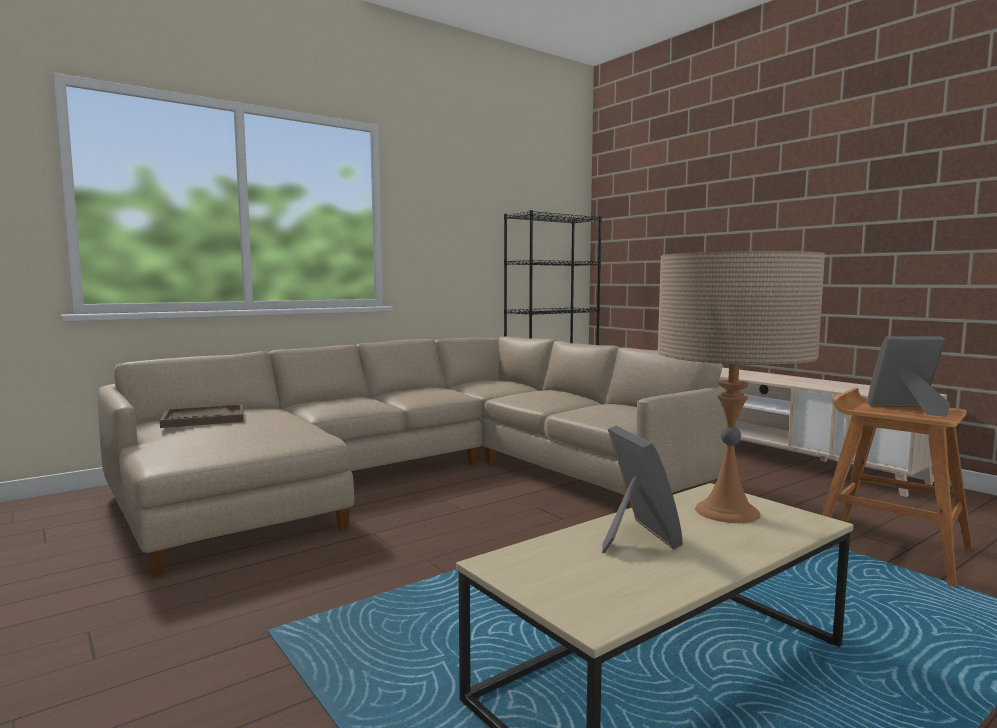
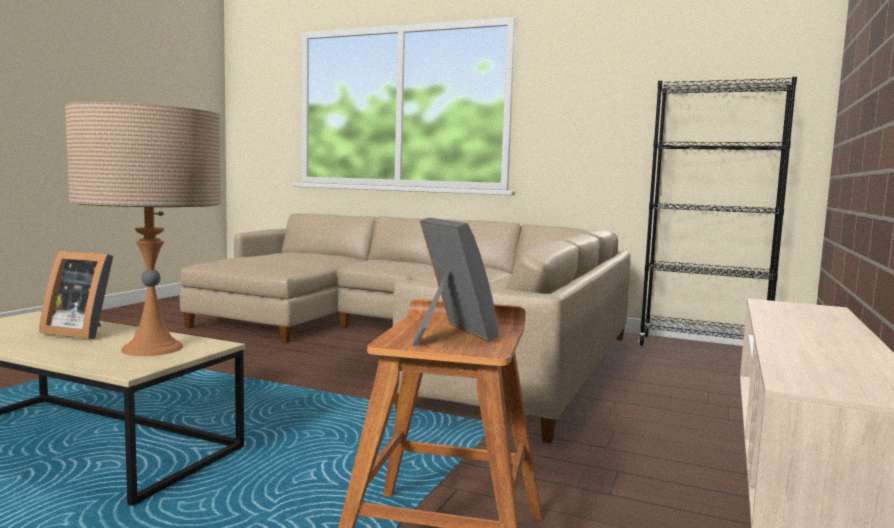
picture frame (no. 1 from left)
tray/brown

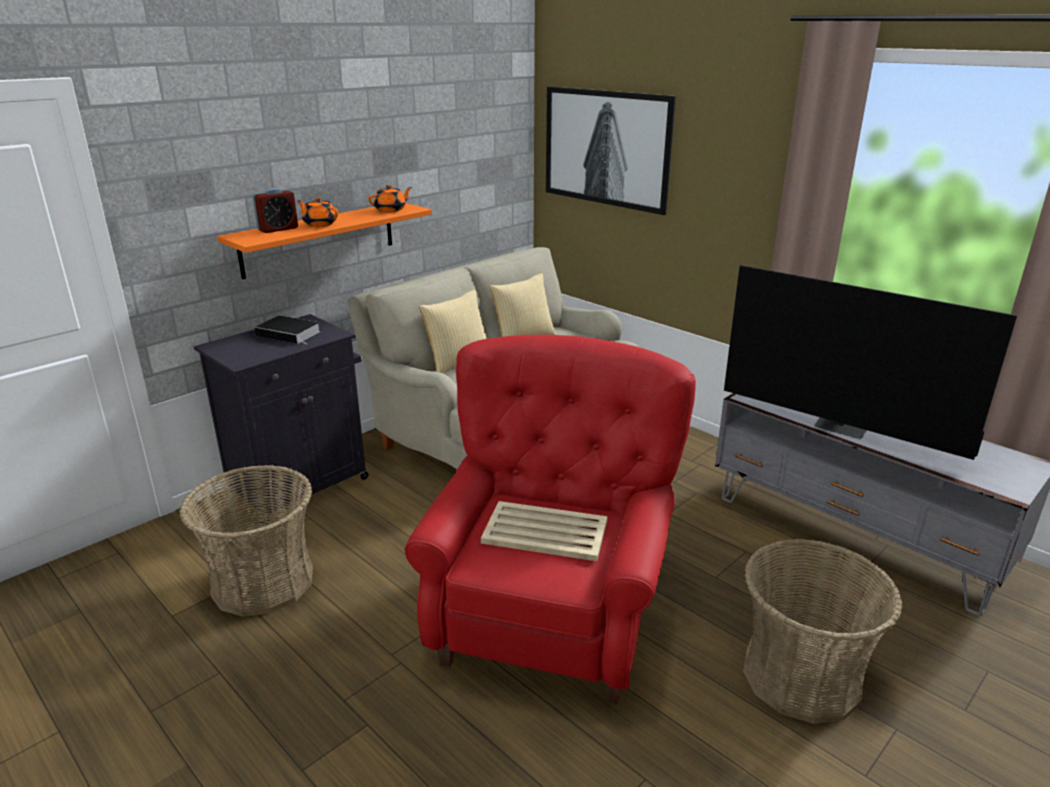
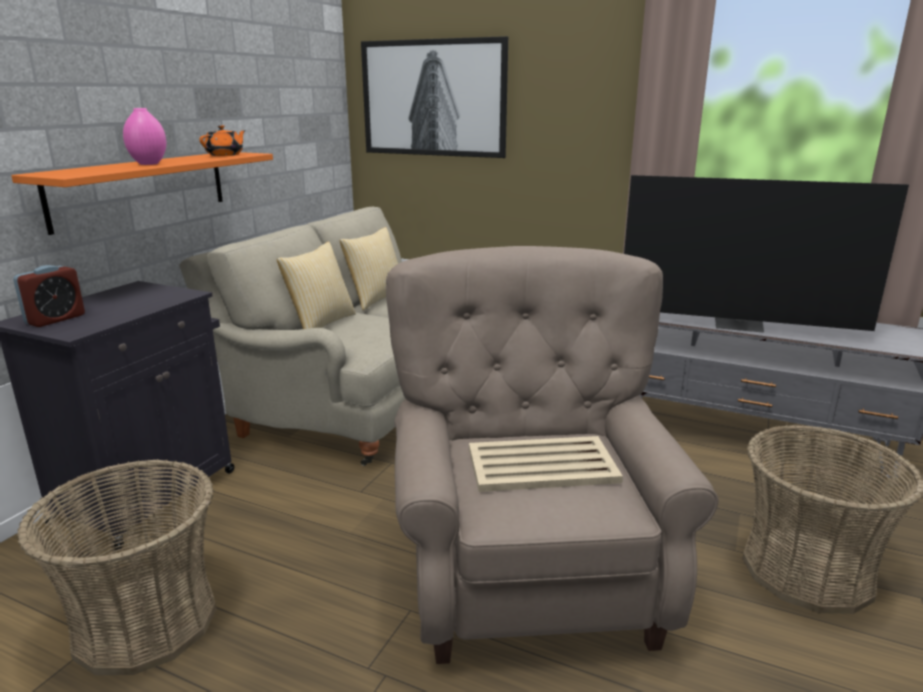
alarm clock
vase/pink
armchair/beige
book

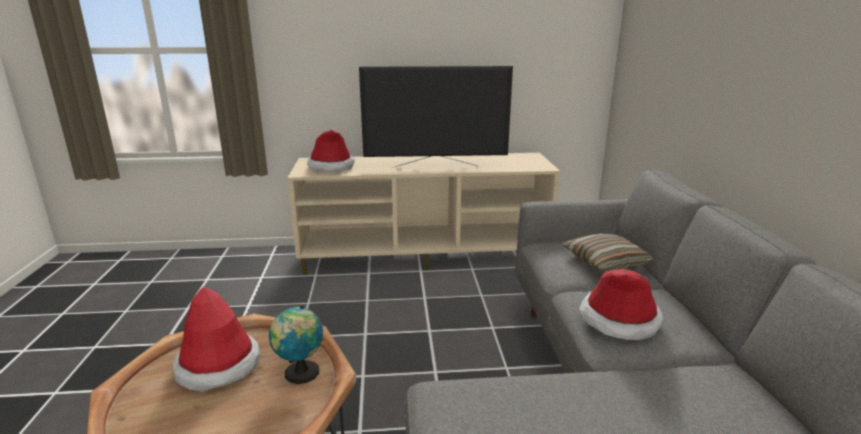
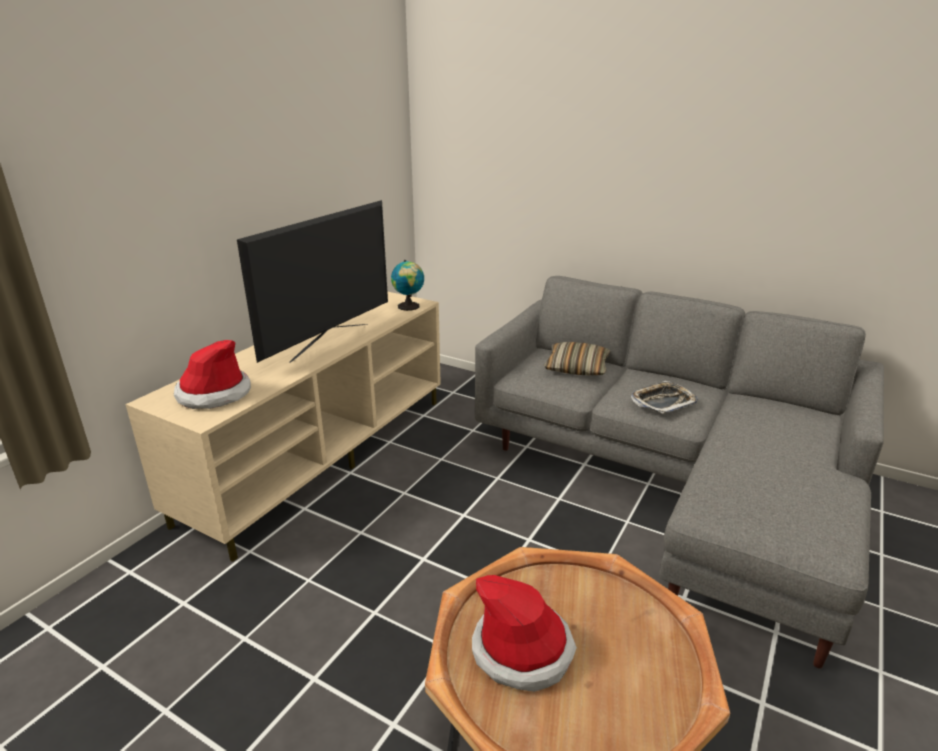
globe
tray

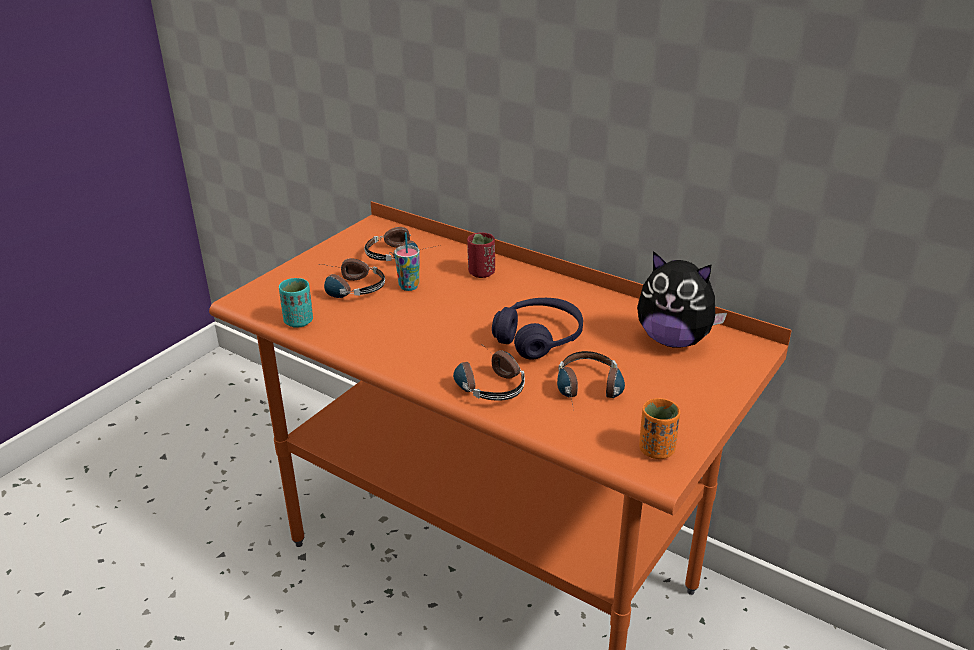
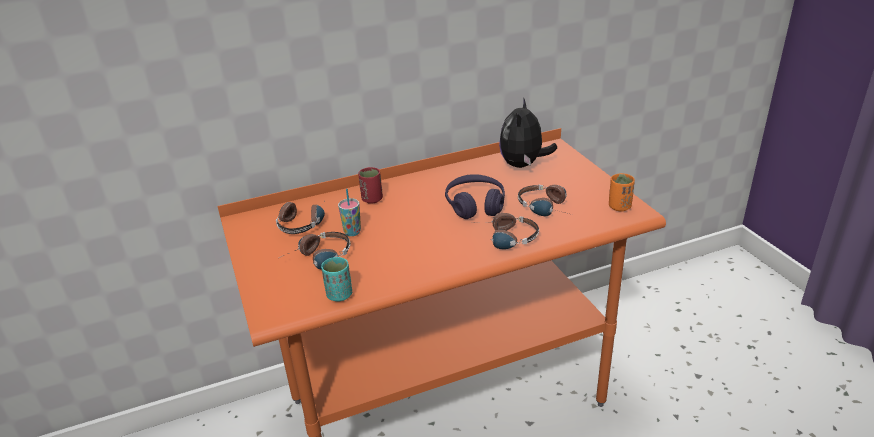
plush toy

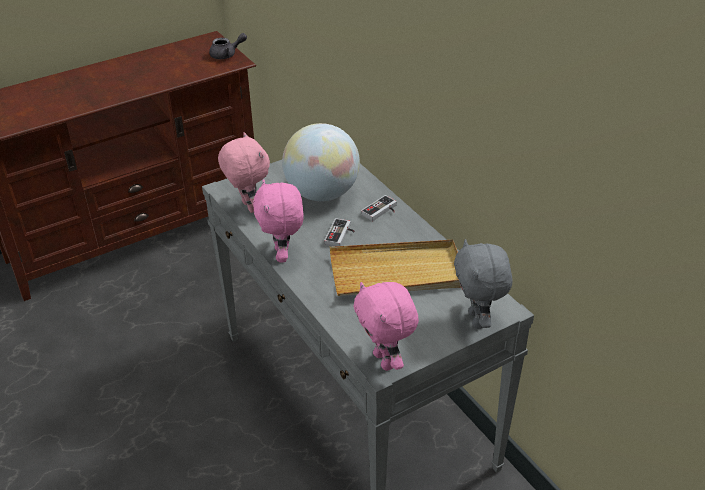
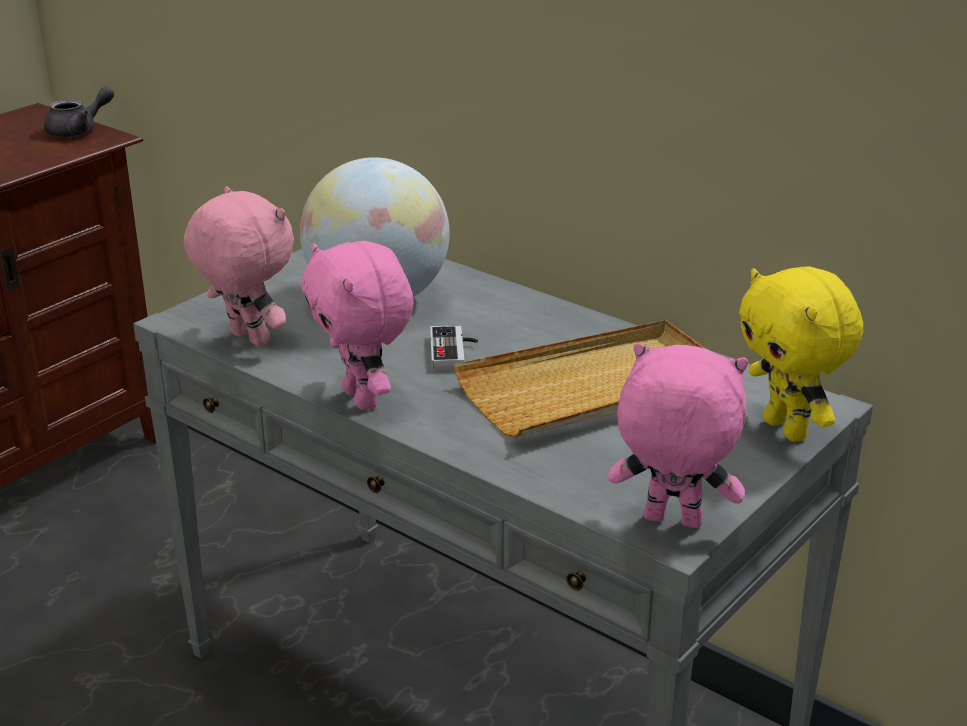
plush toy/pink (no. 3 from left)
plush toy/yellow
game controller (no. 2 from left in the first image)

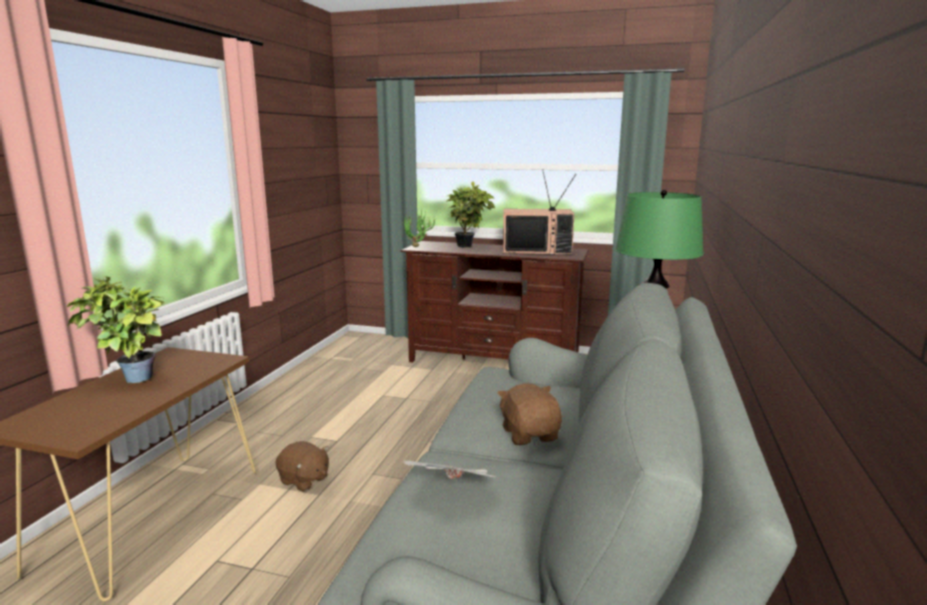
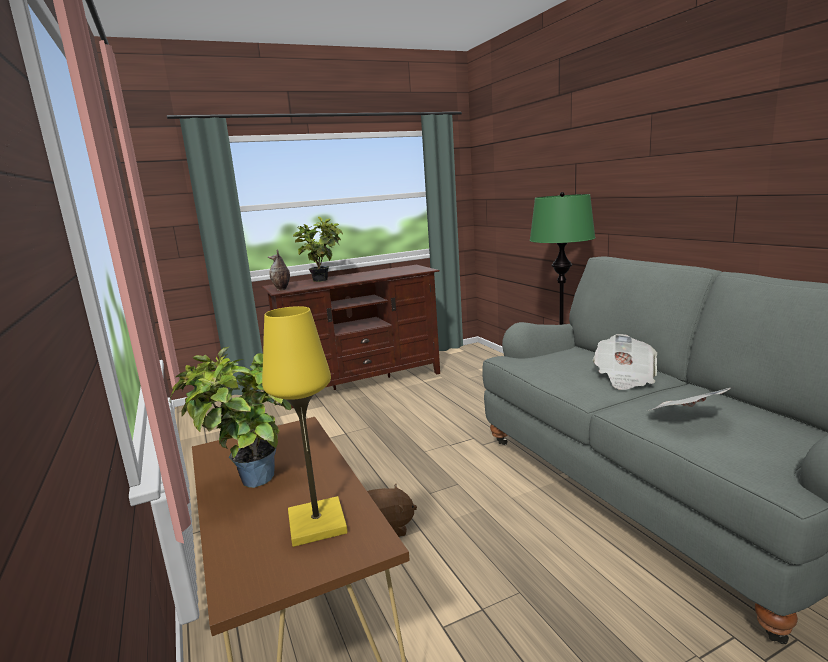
table lamp/yellow
vase
newspaper (no. 1 from left)
television

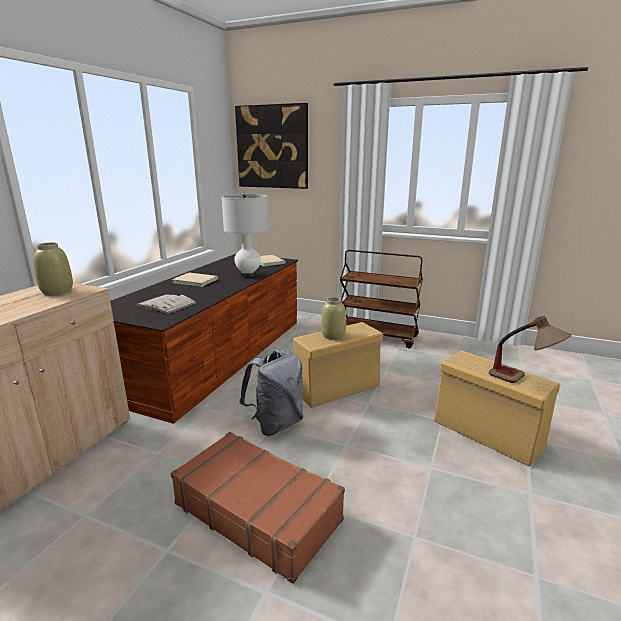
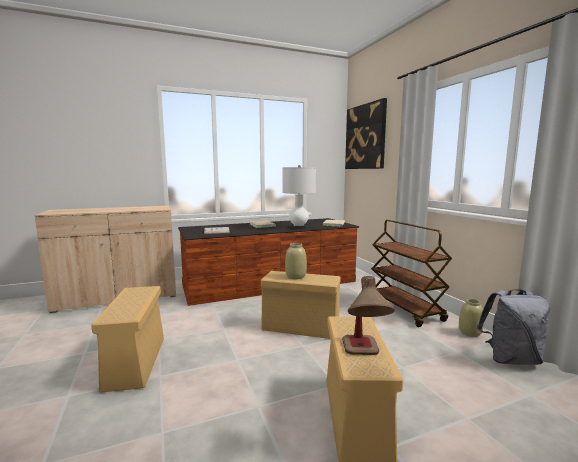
storage box/beige (no. 1 from left)
vase/beige (no. 2 from left)
backpack/grey

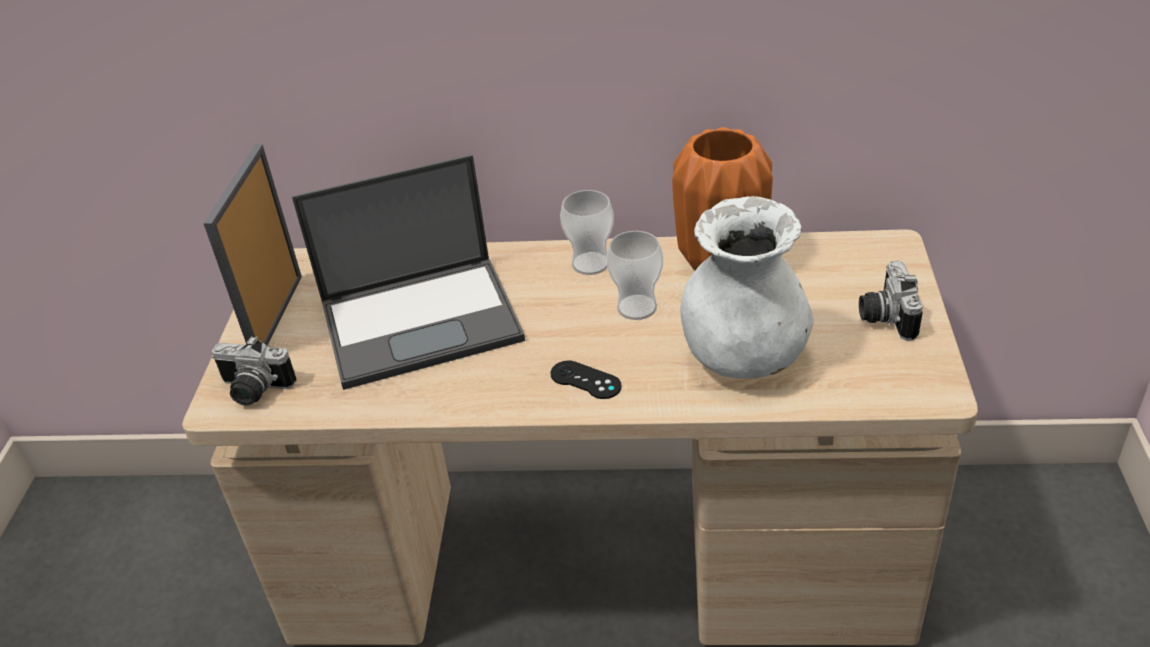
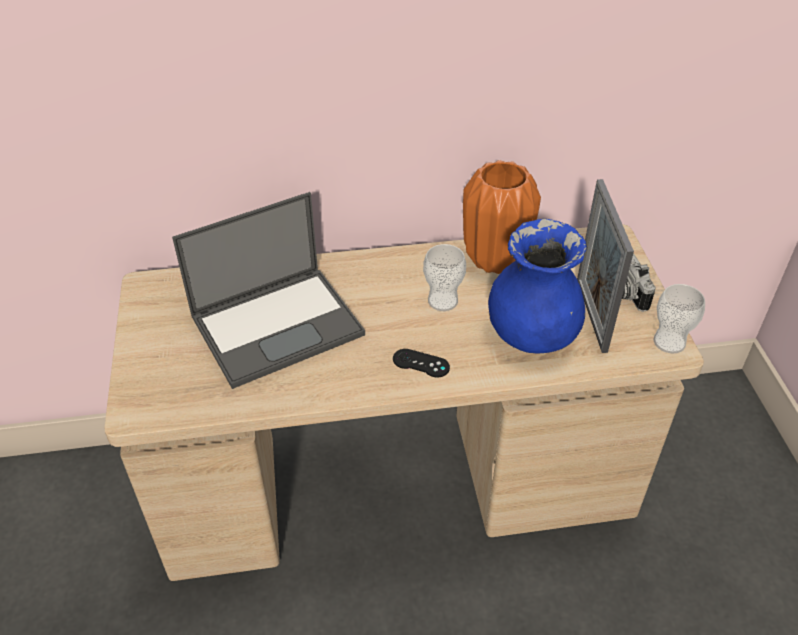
vase/blue
picture frame
cup (no. 2 from left)
photo camera (no. 1 from left in the first image)

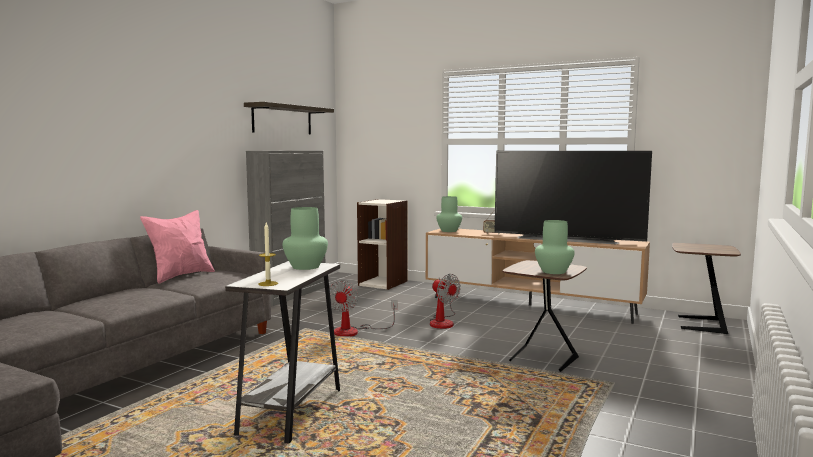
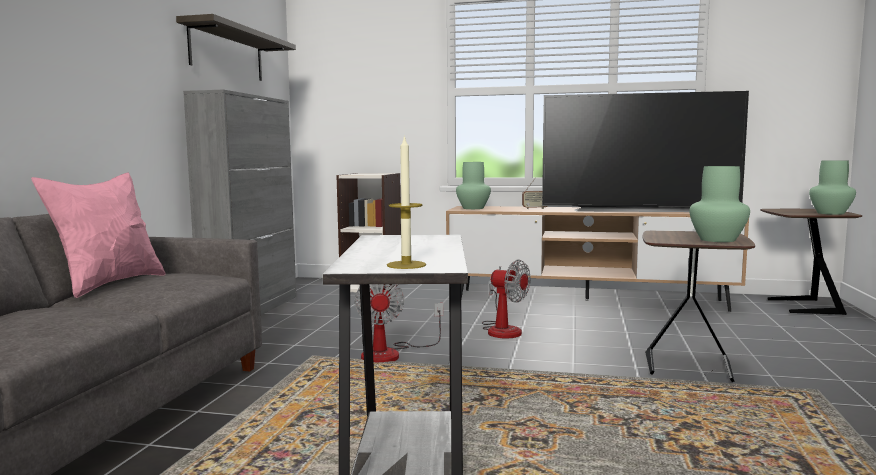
vase/green (no. 3 from left)

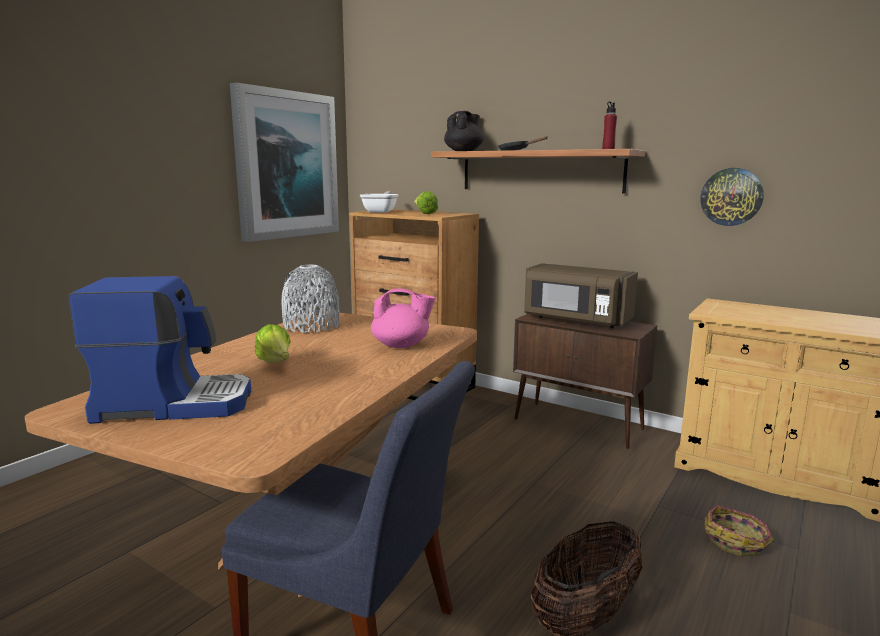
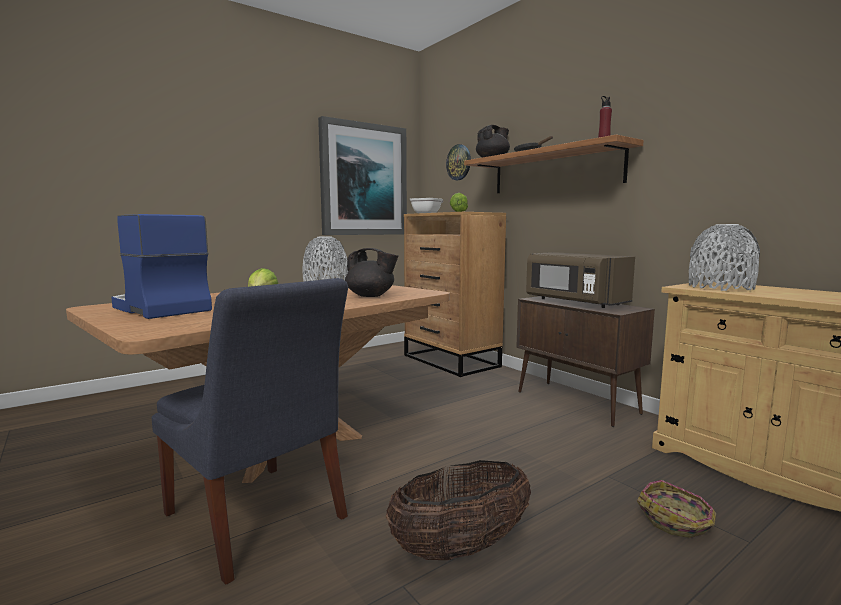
coffee machine
teapot/black (no. 1 from left)
wall clock
vase/grey (no. 2 from left)

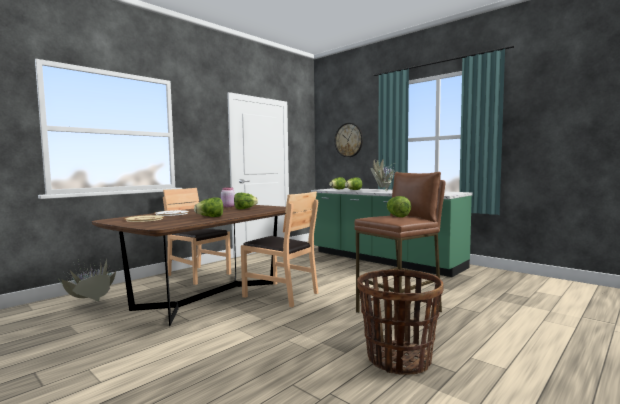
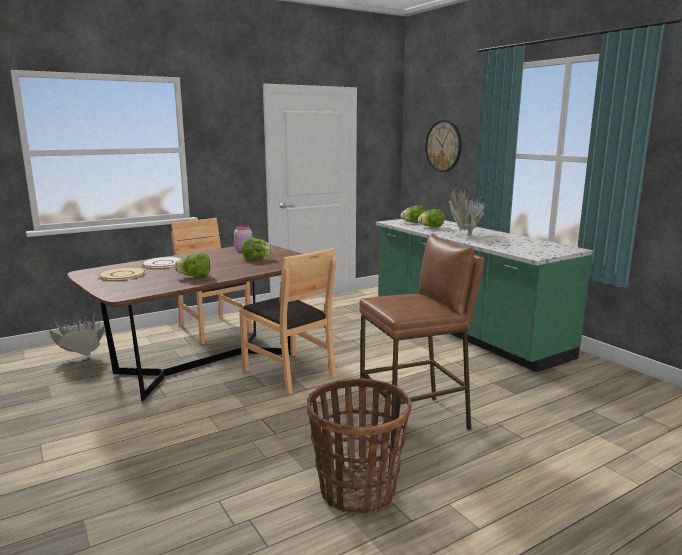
lettuce (no. 5 from left in the first image)

